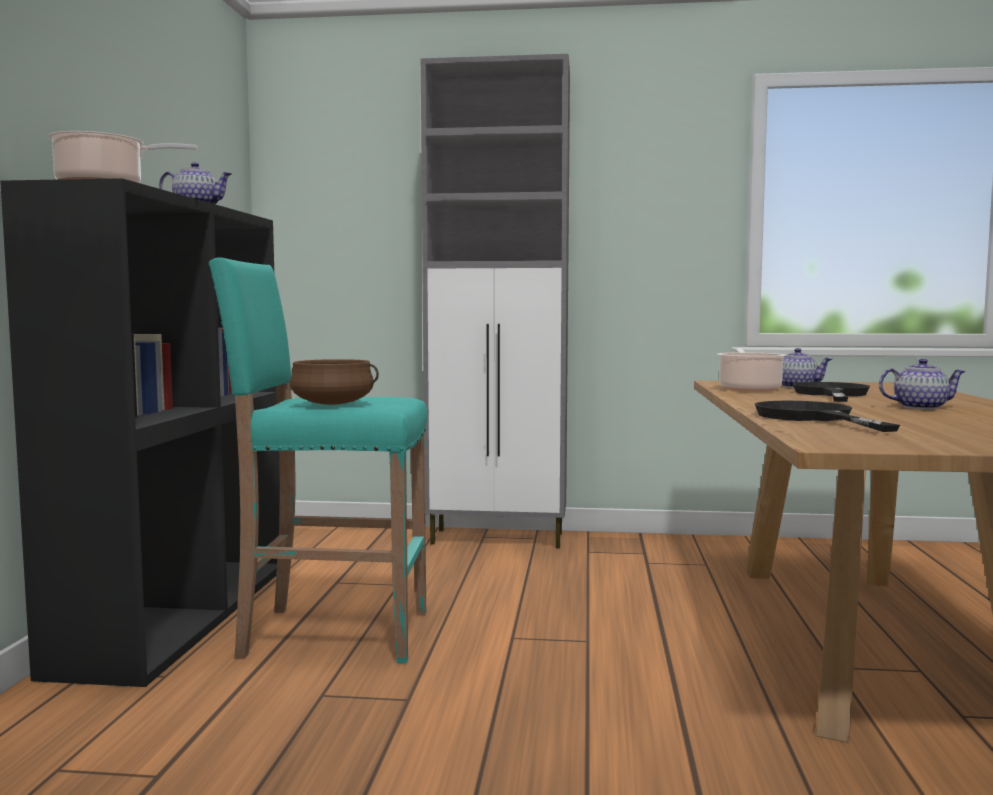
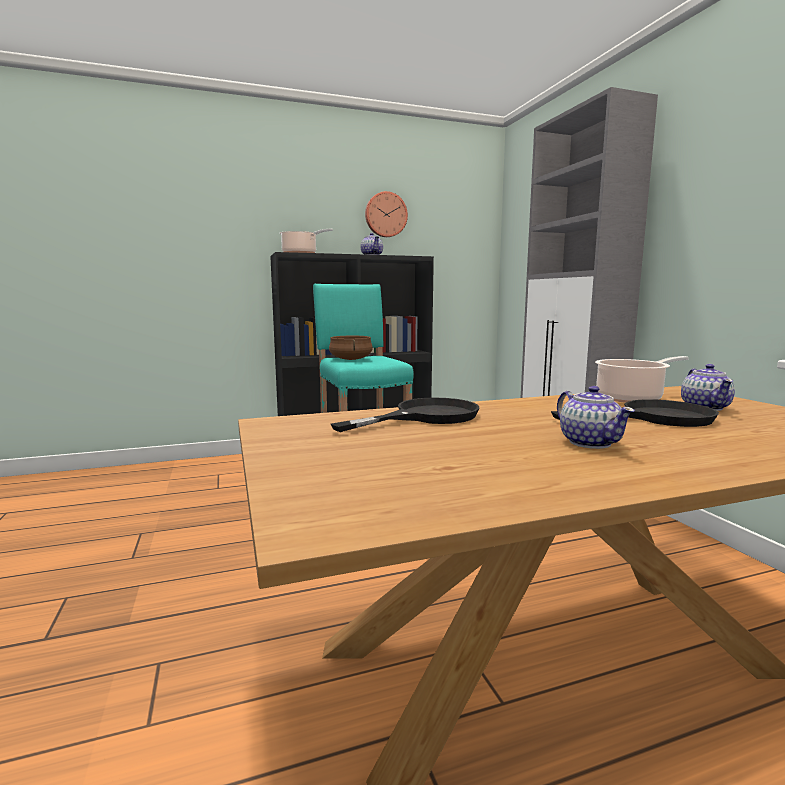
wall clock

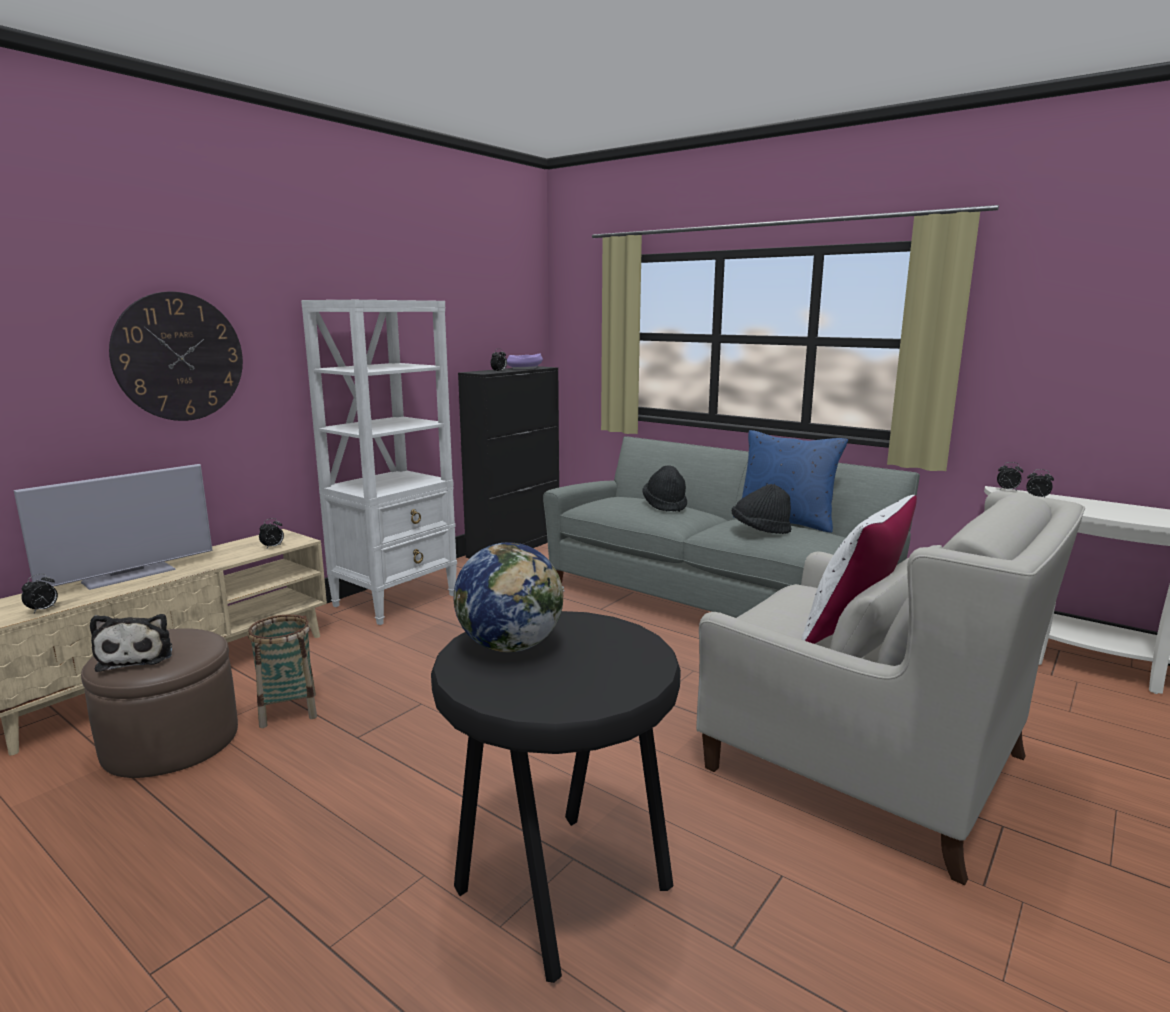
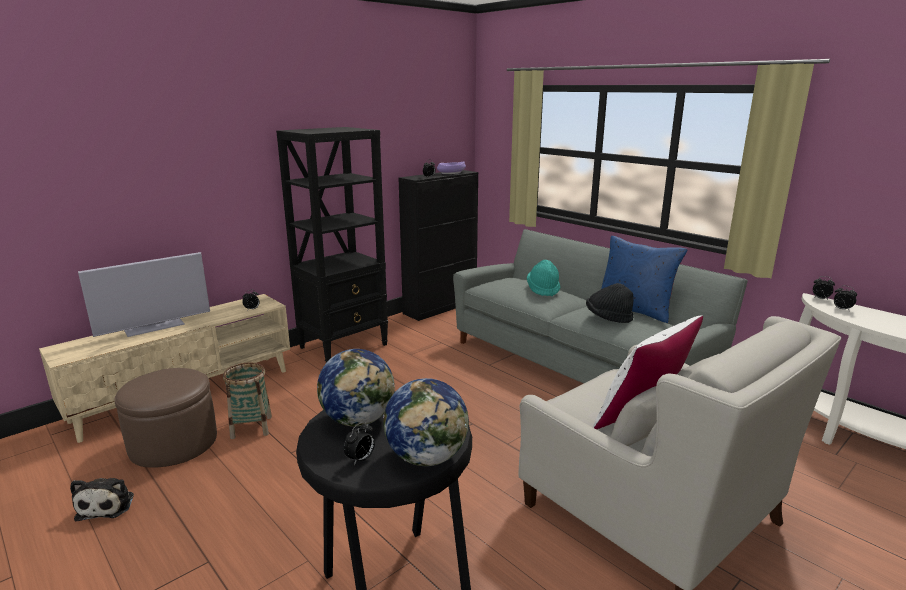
plush toy
bookcase/black
alarm clock (no. 2 from left)
globe (no. 2 from left)
hat/turquoise
wall clock

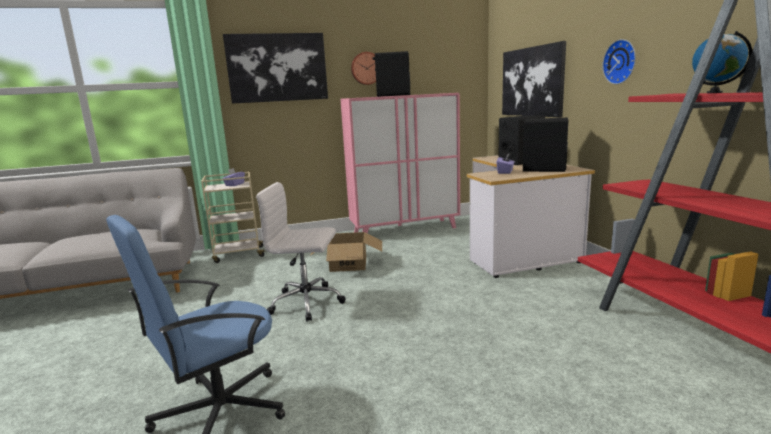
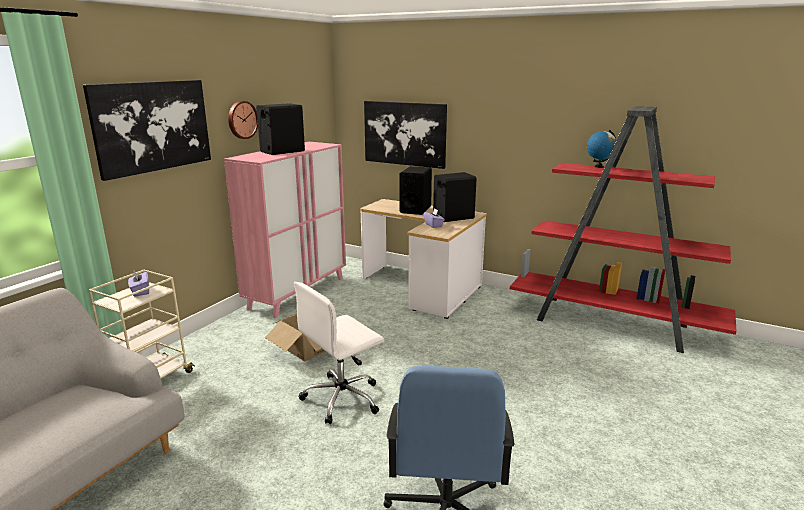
wall clock (no. 2 from left in the first image)

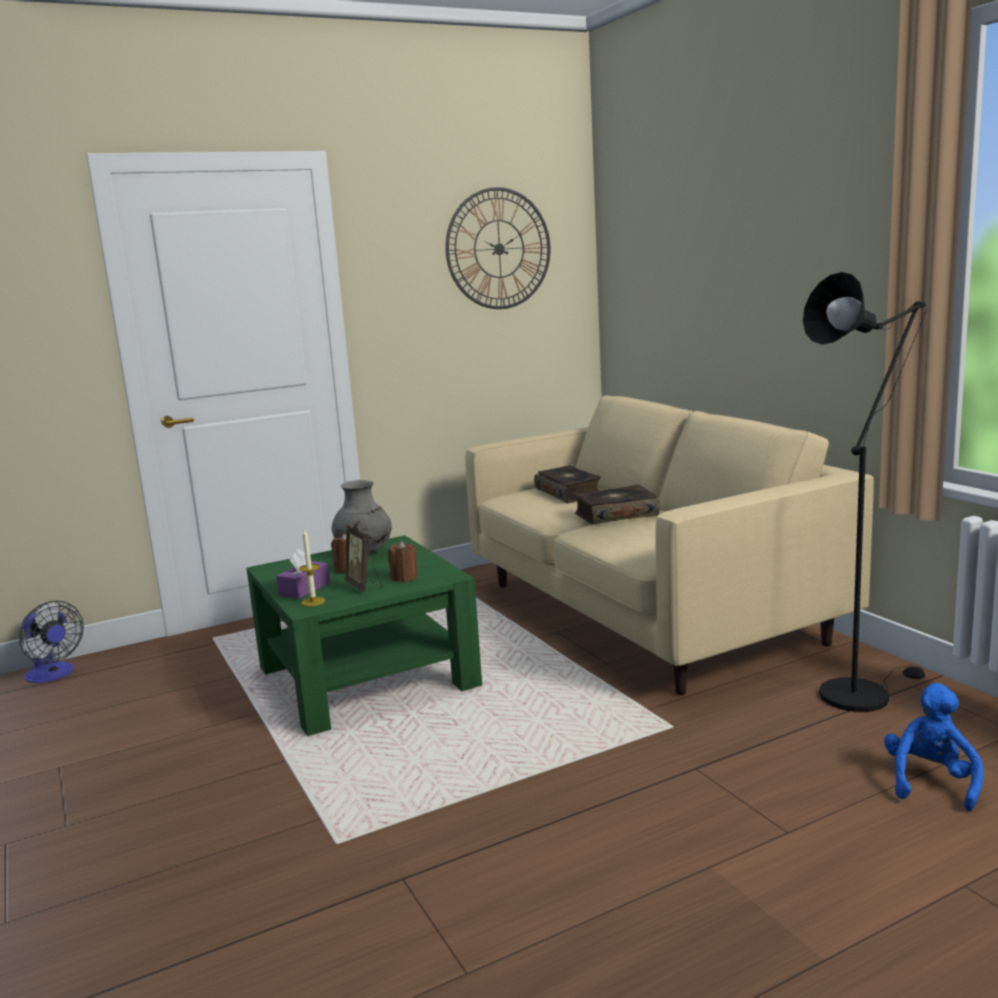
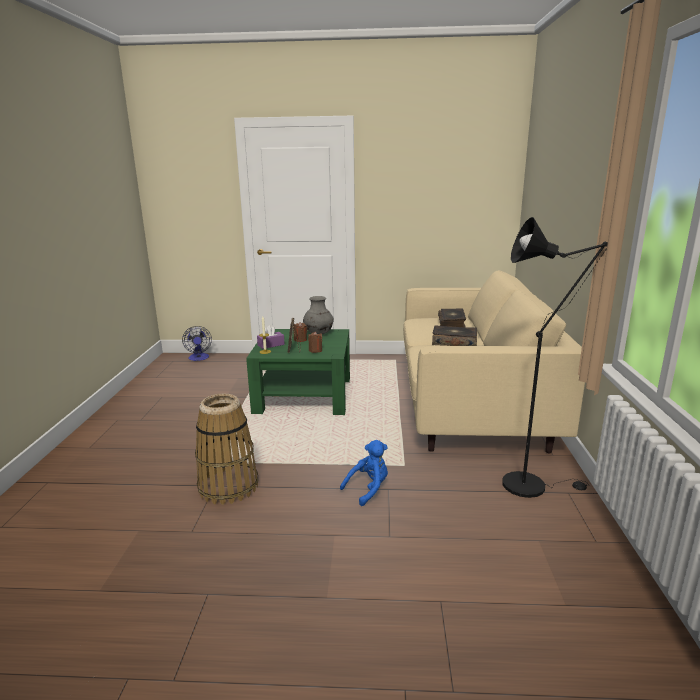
basket
plush toy/blue
wall clock

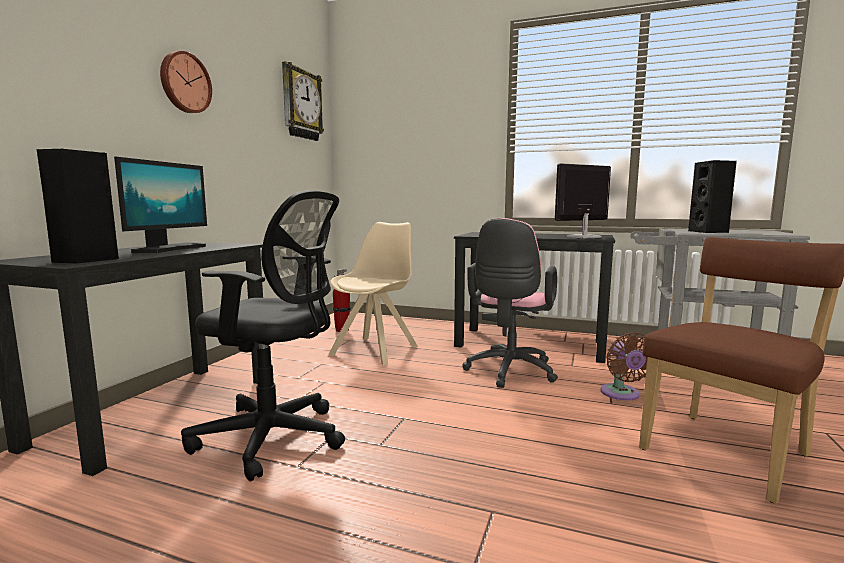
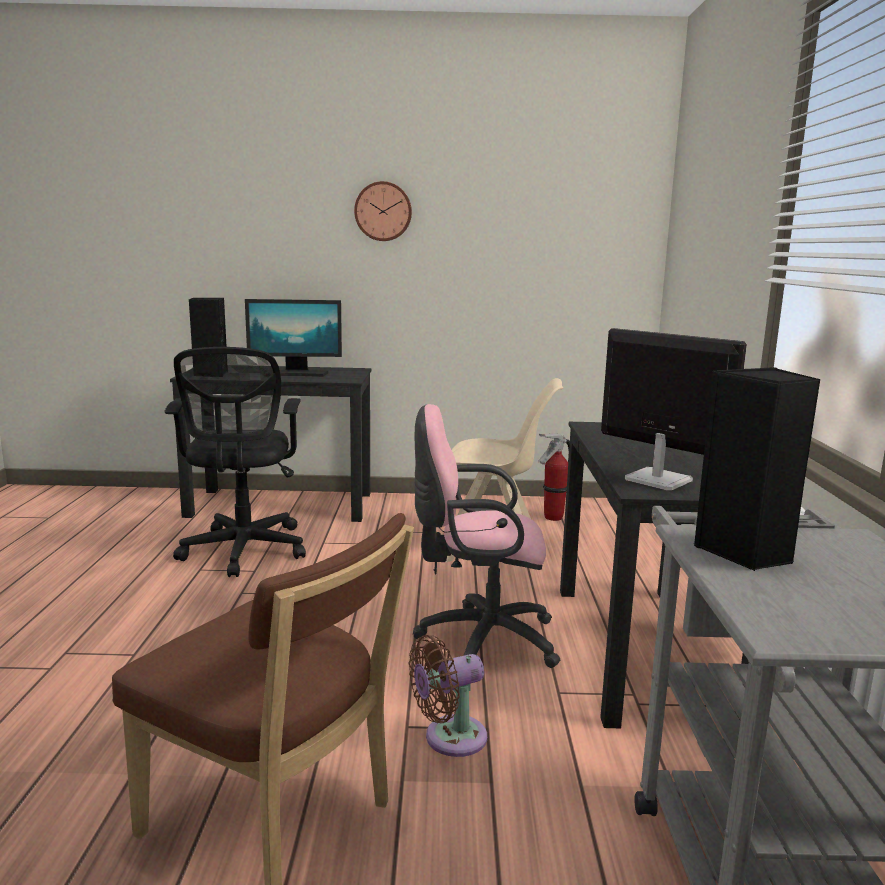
wall clock (no. 2 from left in the first image)

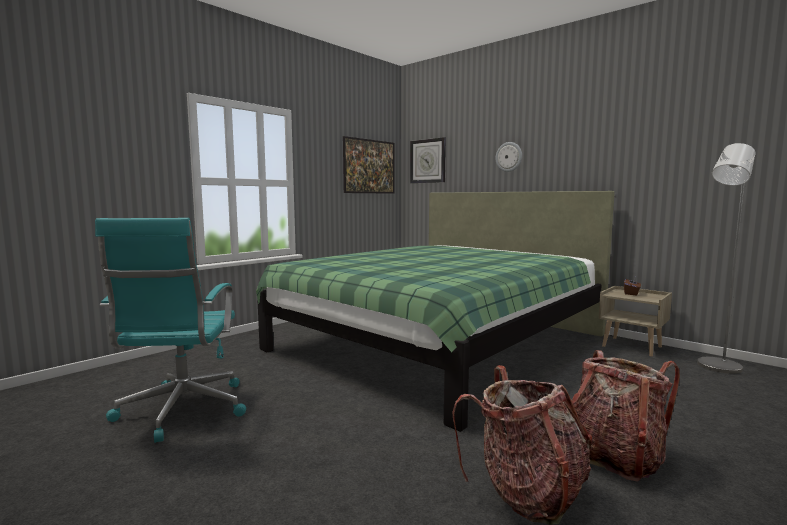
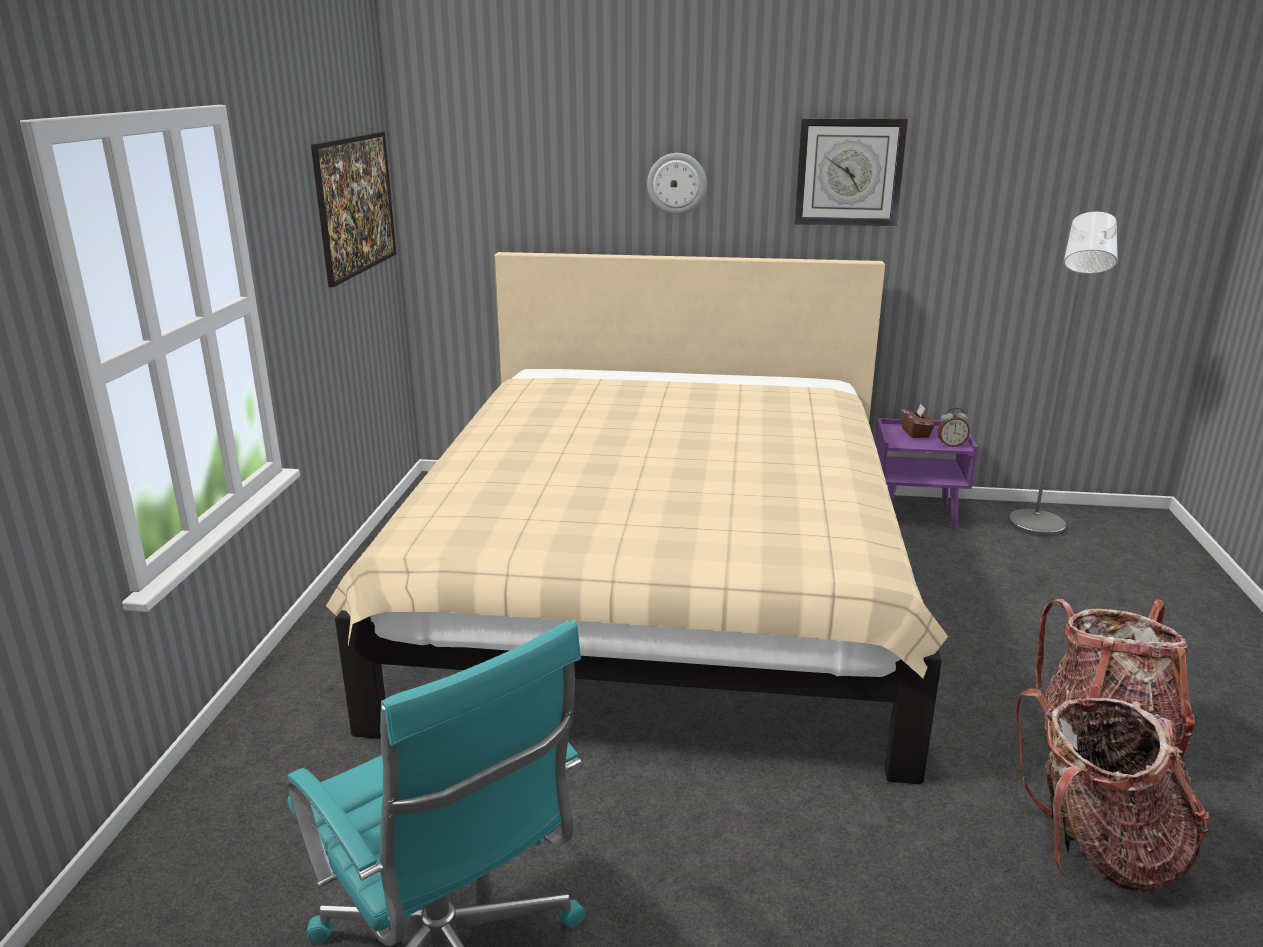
bed/beige
wall clock (no. 2 from left)
nightstand/purple
alarm clock

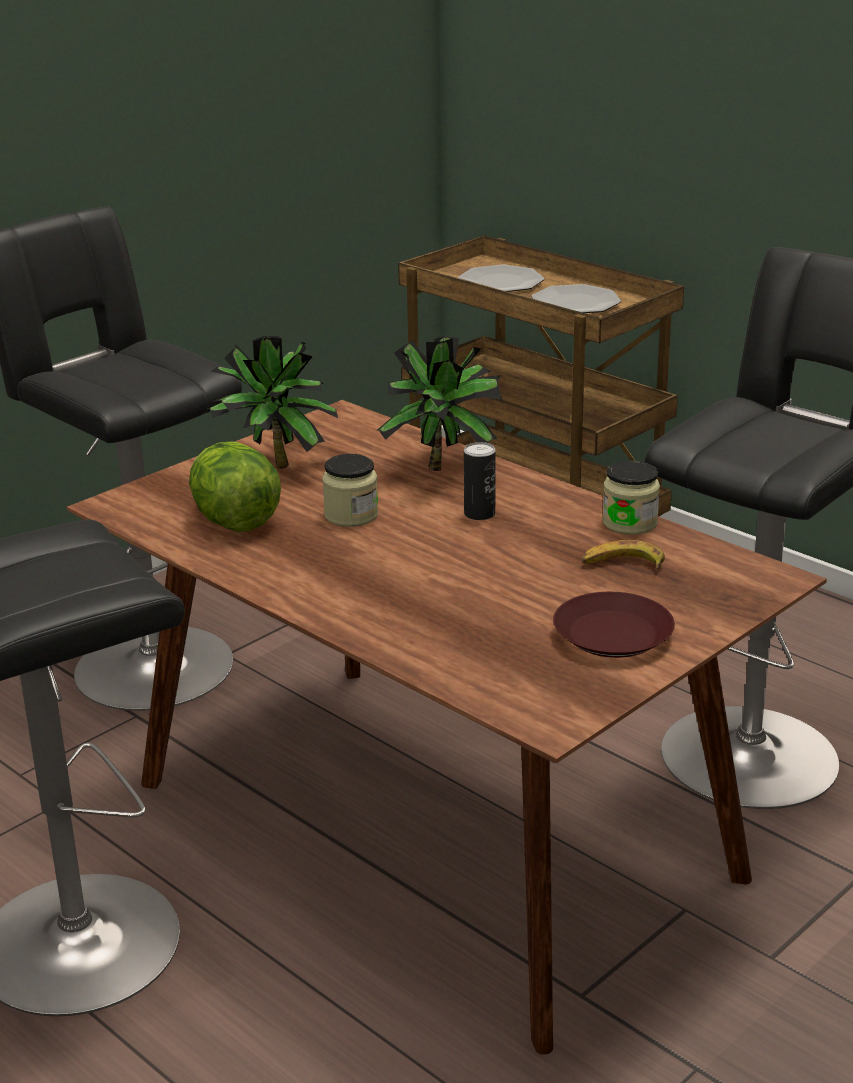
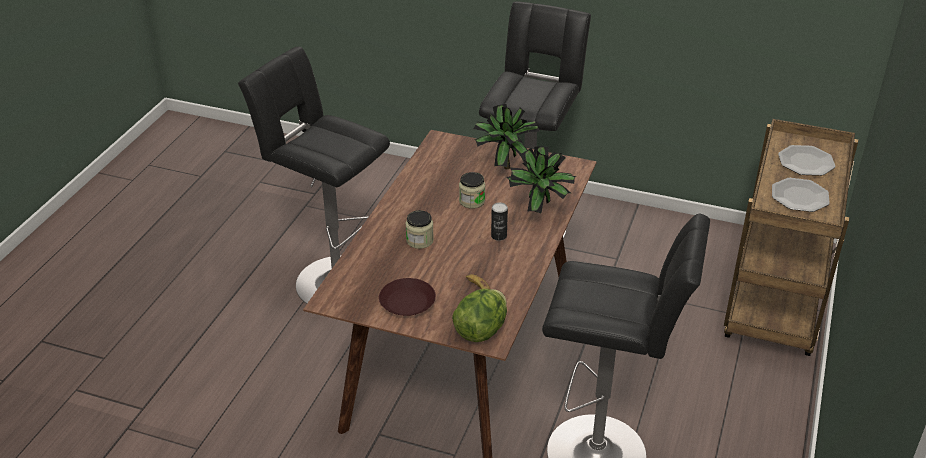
jar (no. 1 from left)
lettuce

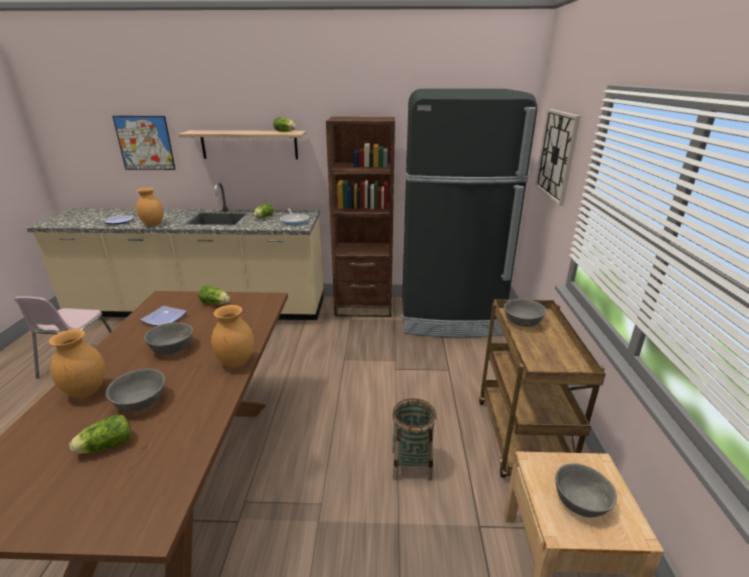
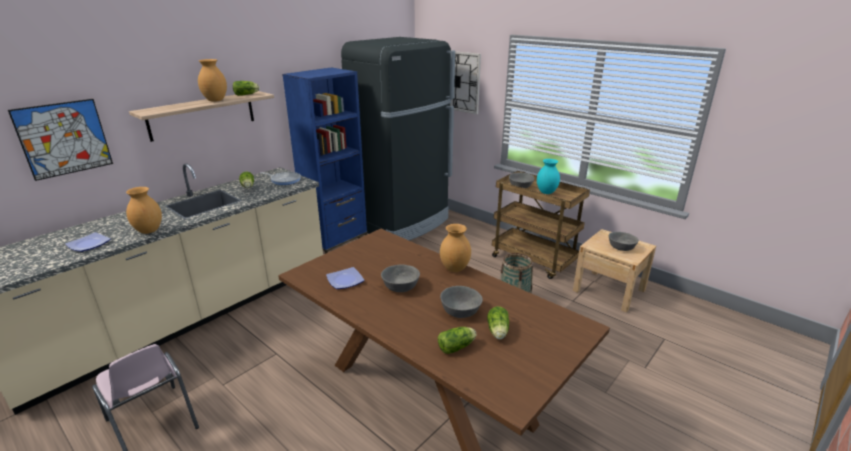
vase/brown (no. 2 from left)
bookcase/blue
lettuce (no. 3 from left)
vase/turquoise

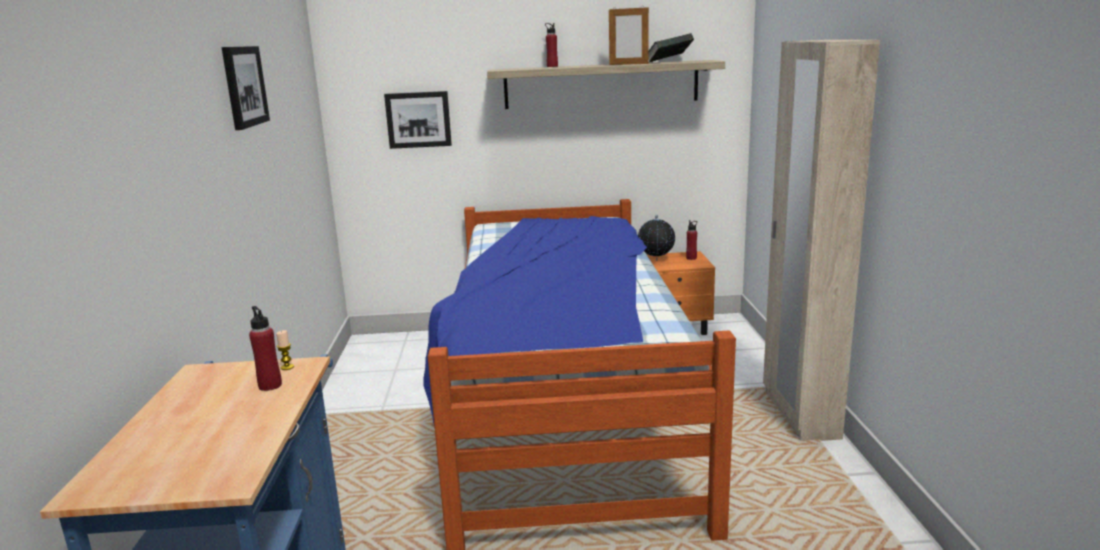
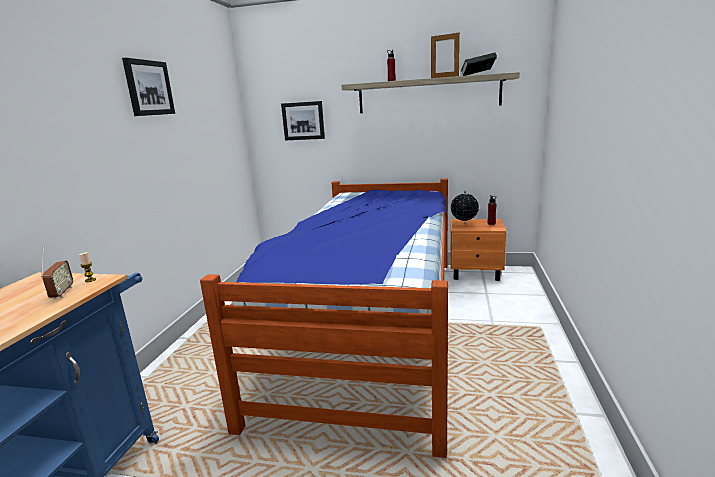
radio
wardrobe/beige

